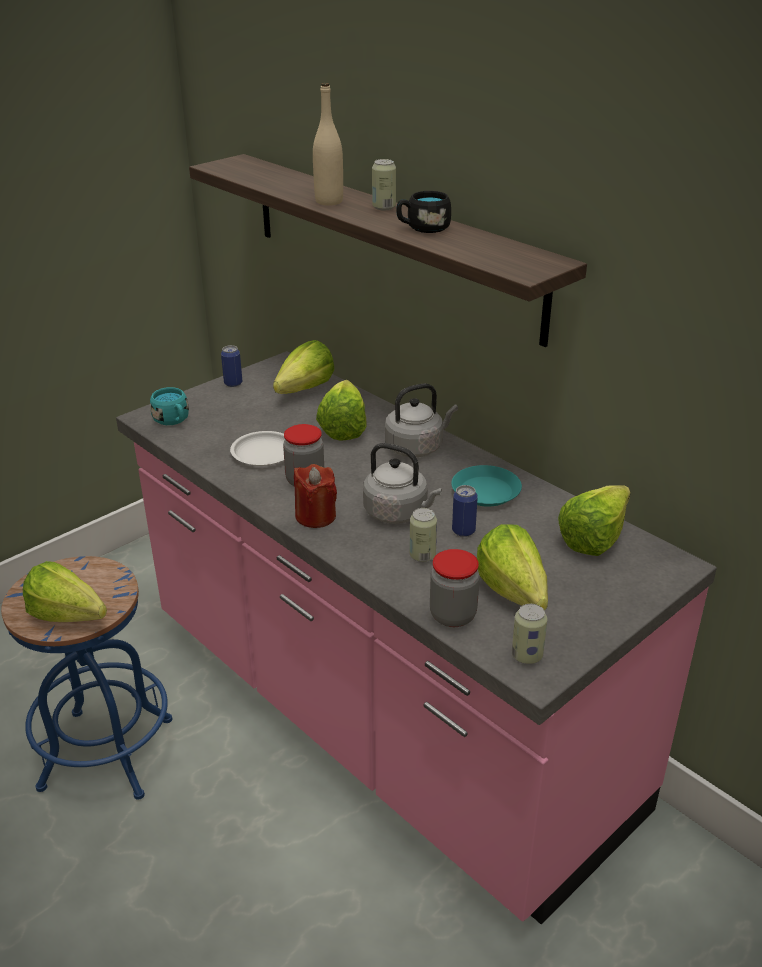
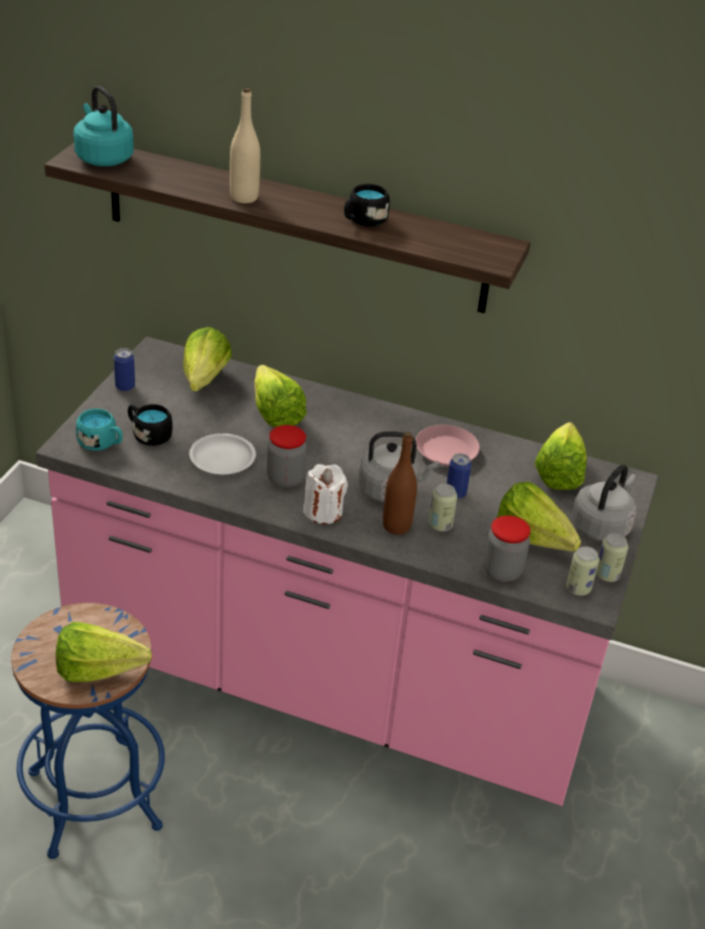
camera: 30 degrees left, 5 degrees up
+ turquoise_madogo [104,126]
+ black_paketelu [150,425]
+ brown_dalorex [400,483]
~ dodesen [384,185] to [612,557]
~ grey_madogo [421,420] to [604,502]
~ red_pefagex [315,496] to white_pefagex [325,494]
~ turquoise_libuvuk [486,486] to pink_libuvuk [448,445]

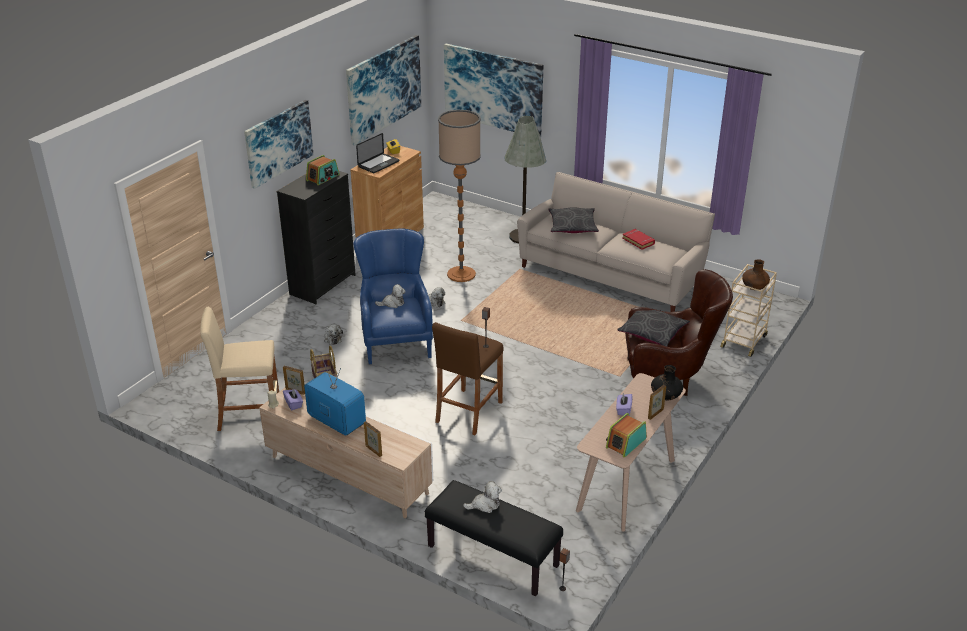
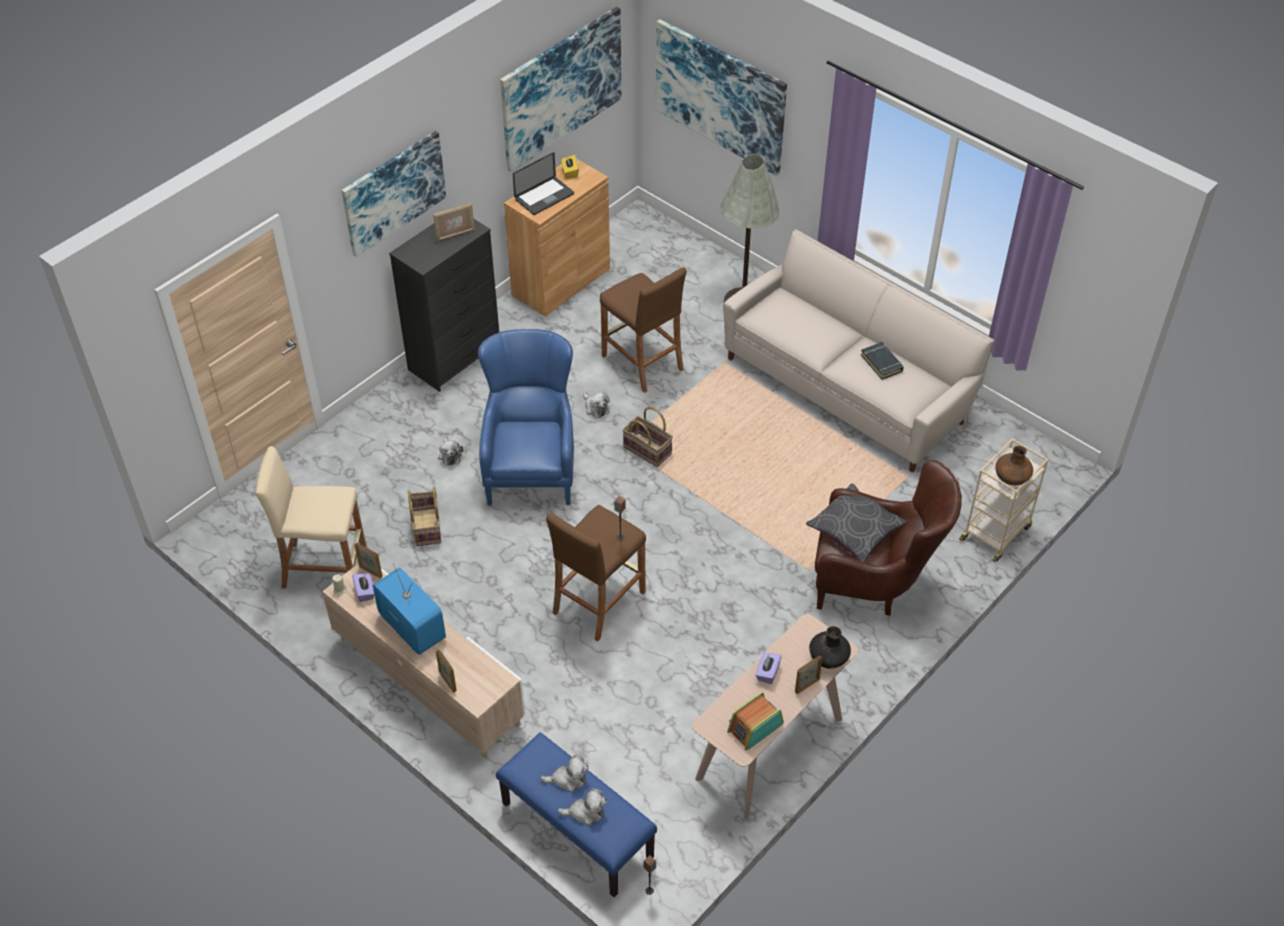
camera: 10 degrees right, 15 degrees up
- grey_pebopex [573,220]
+ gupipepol [647,437]
~ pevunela [390,296] to [582,807]
~ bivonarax [322,170] to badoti [454,222]
~ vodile [459,196] to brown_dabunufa [643,330]
~ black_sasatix [493,538] to blue_sasatix [576,814]
~ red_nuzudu [638,239] to black_nuzudu [882,361]

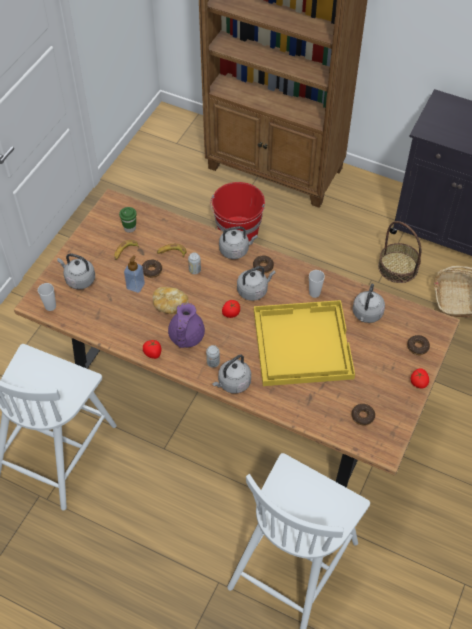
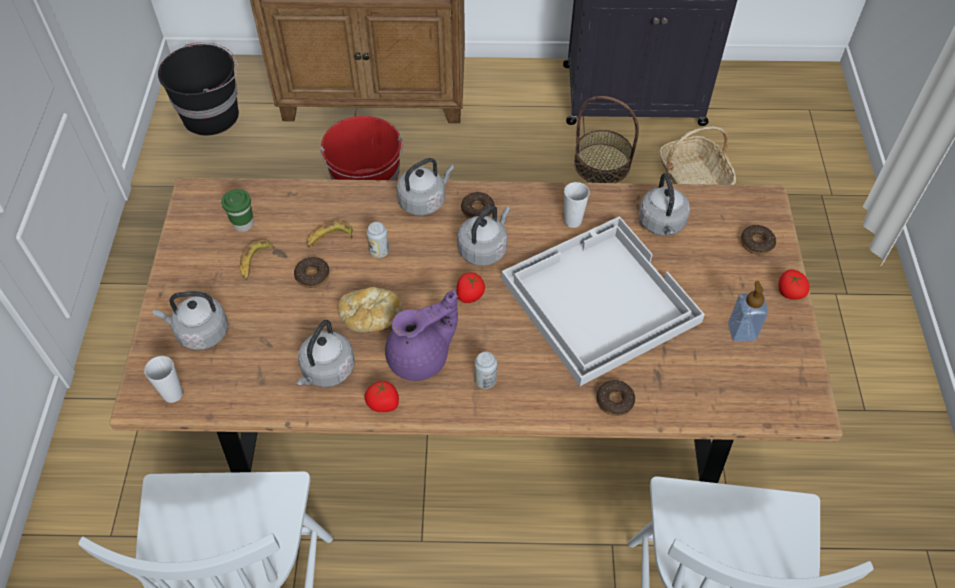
camera: 25 degrees left, 0 degrees up
+ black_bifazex [198,88]
~ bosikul [134,274] to [748,311]
~ grey_madogo [231,374] to [325,353]
~ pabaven [363,415] to [615,398]
~ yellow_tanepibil [304,343] to white_tanepibil [603,301]
~ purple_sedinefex [186,325] = [421,335] 105 degrees counterclockwise

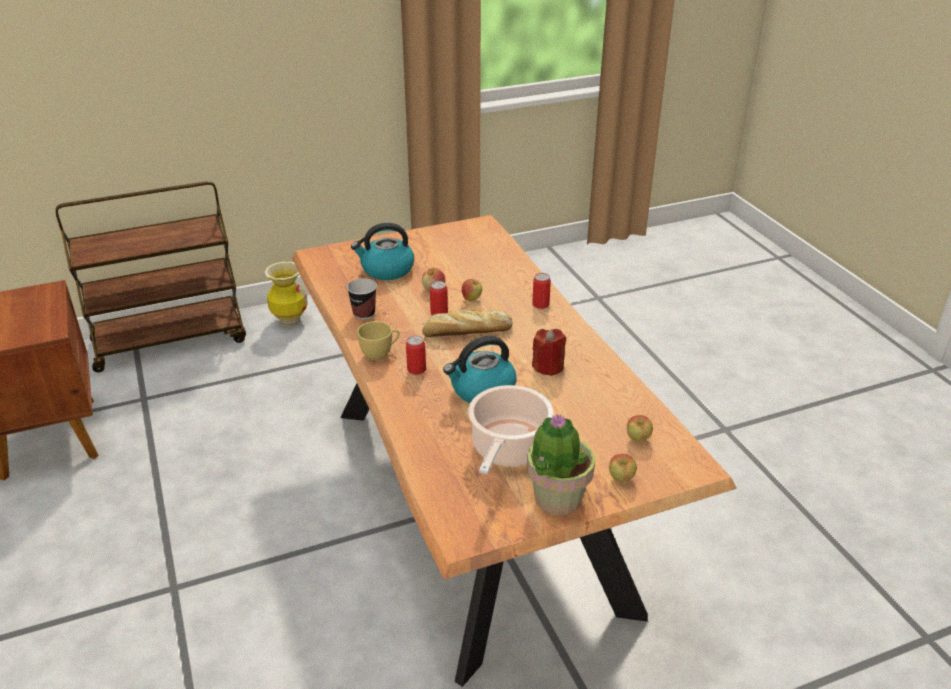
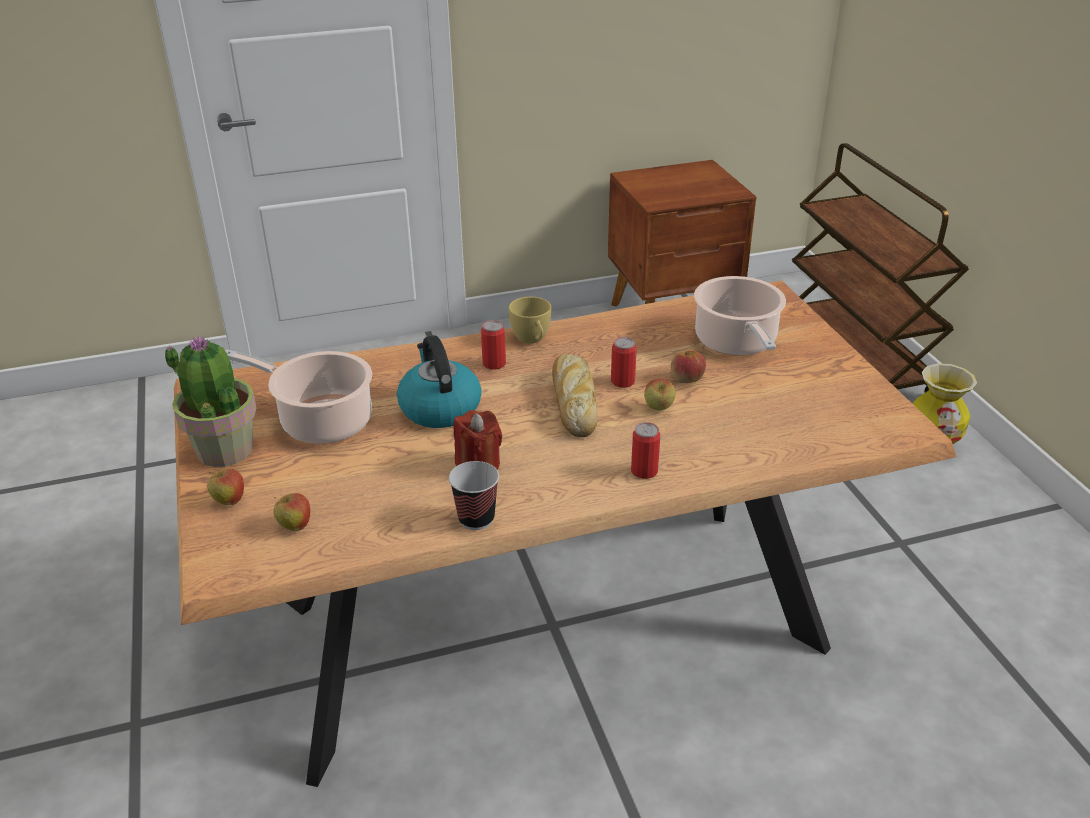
camera: 95 degrees right, 0 degrees up
~ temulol [362,299] to [474,495]
~ madogo [382,251] to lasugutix [740,316]

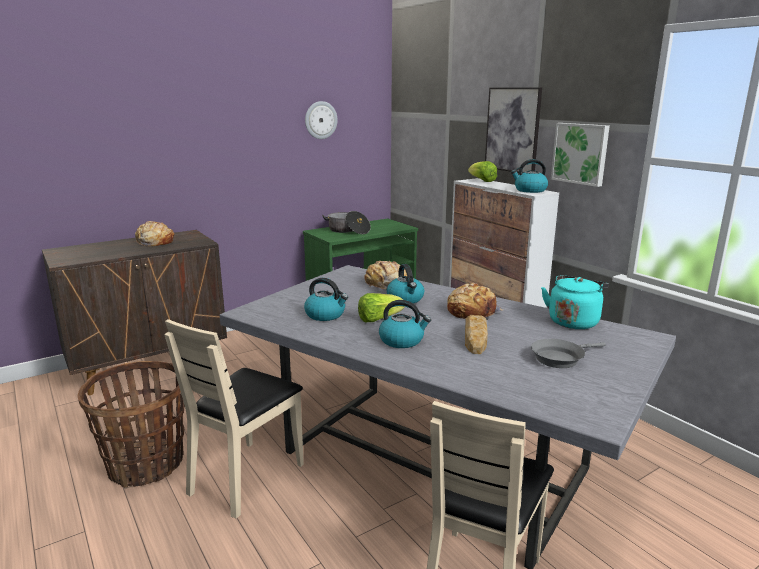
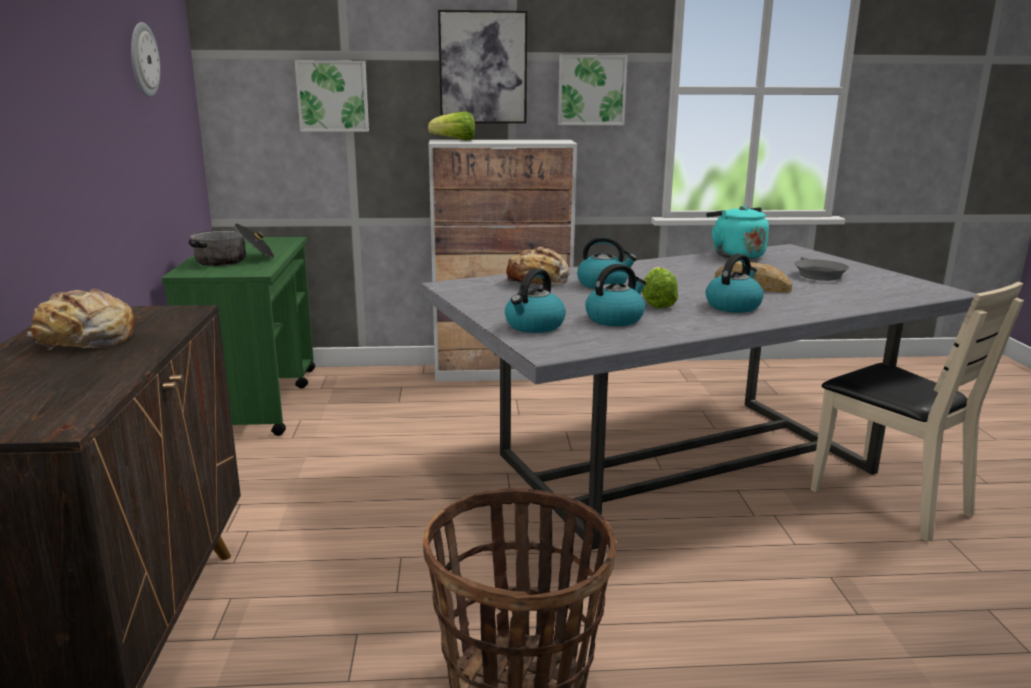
camera: 60 degrees left, 0 degrees up
- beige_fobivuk [234,419]
- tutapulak [475,301]
+ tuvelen [332,96]
~ madogo [529,176] to [535,300]

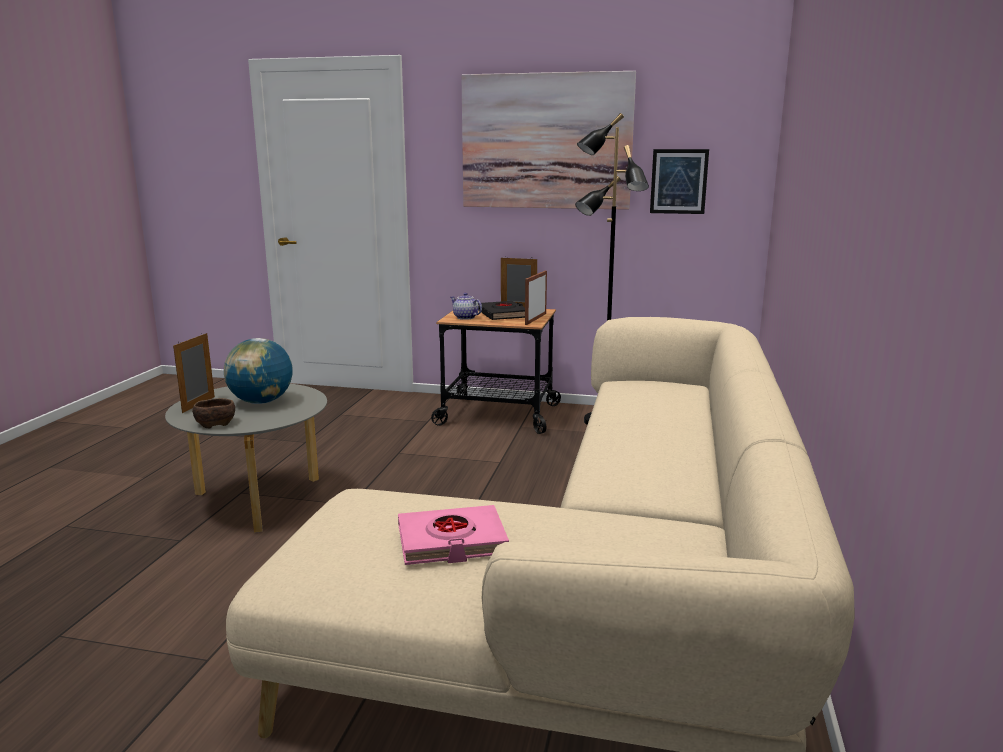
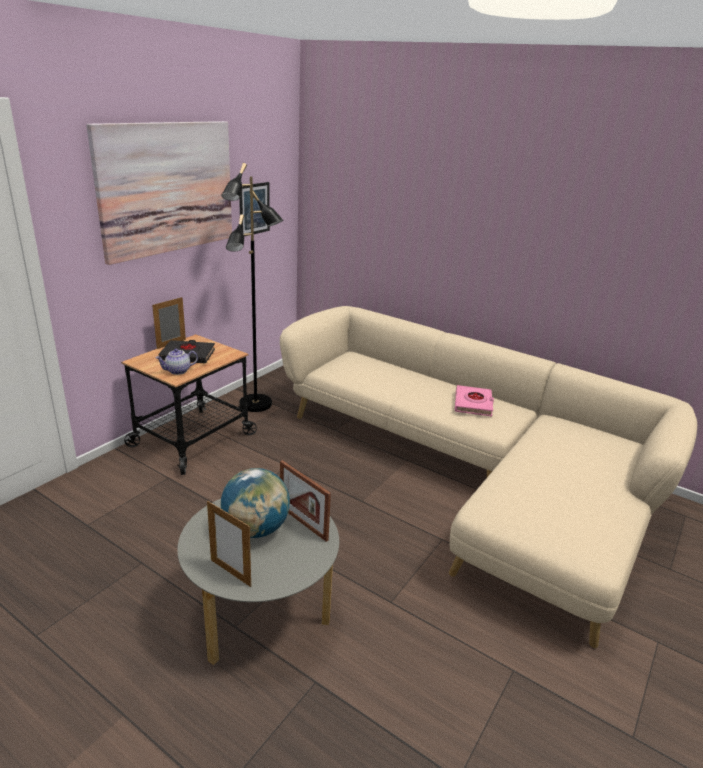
camera: 70 degrees left, 10 degrees up
- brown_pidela [213,413]
~ pink_nuzudu [453,535] to [474,401]
~ badoti [536,298] to [305,501]

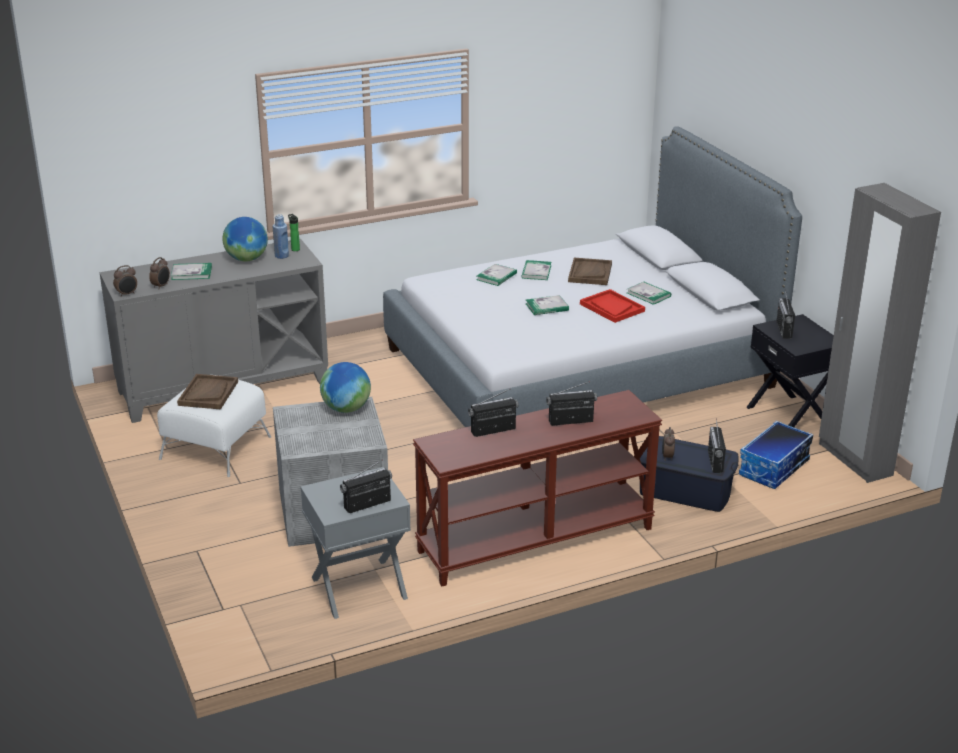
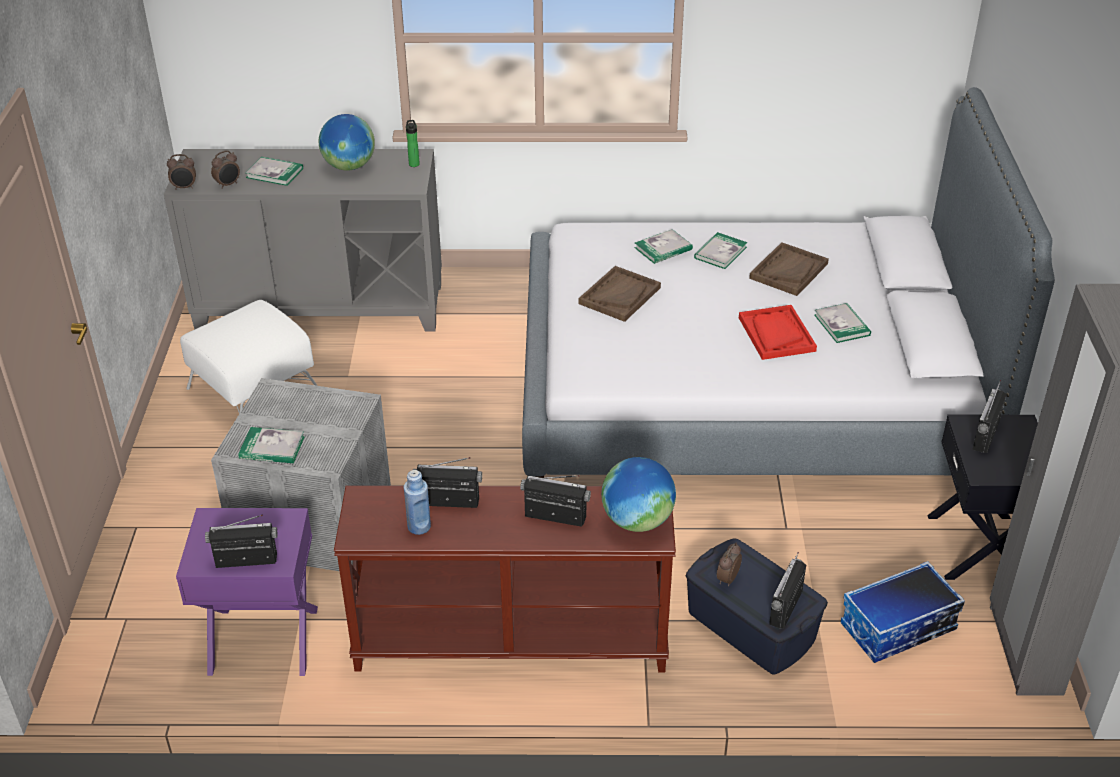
camera: 25 degrees right, 10 degrees up
~ brown_tanepibil [207,391] to [619,294]
~ blue_dalorex [281,236] to [417,502]
~ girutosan [345,387] to [638,494]
~ nuzudu [547,305] to [271,445]
~ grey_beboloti [356,543] to purple_beboloti [247,592]

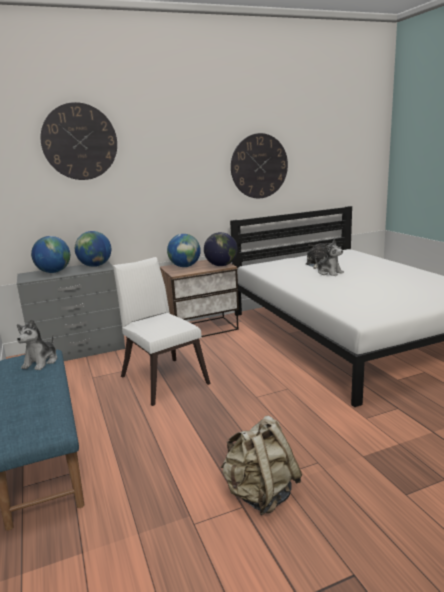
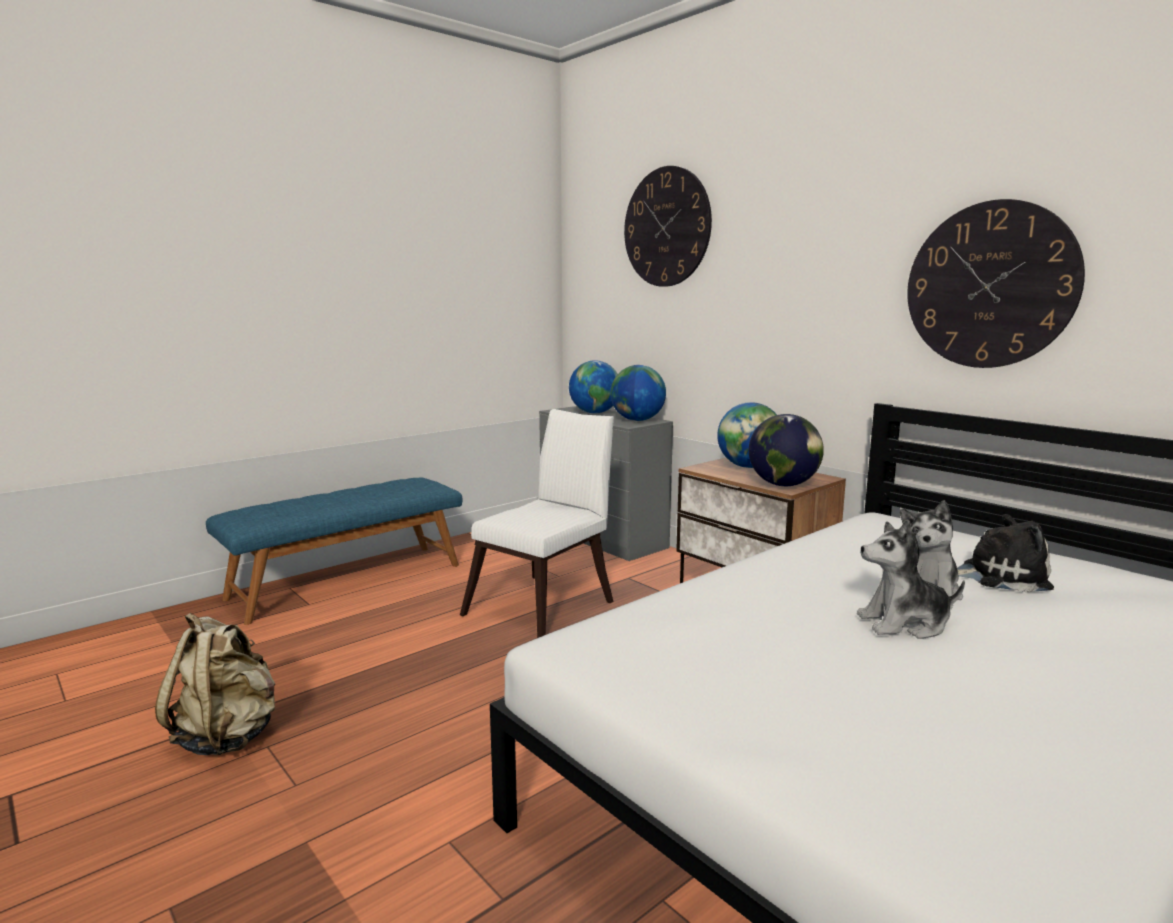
camera: 70 degrees right, 5 degrees down
~ pevunela [37,344] to [911,579]

